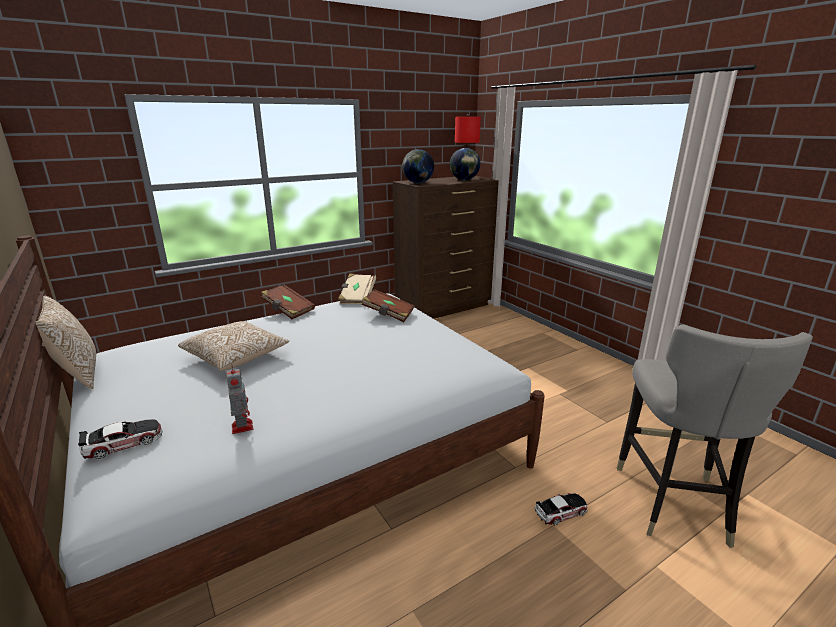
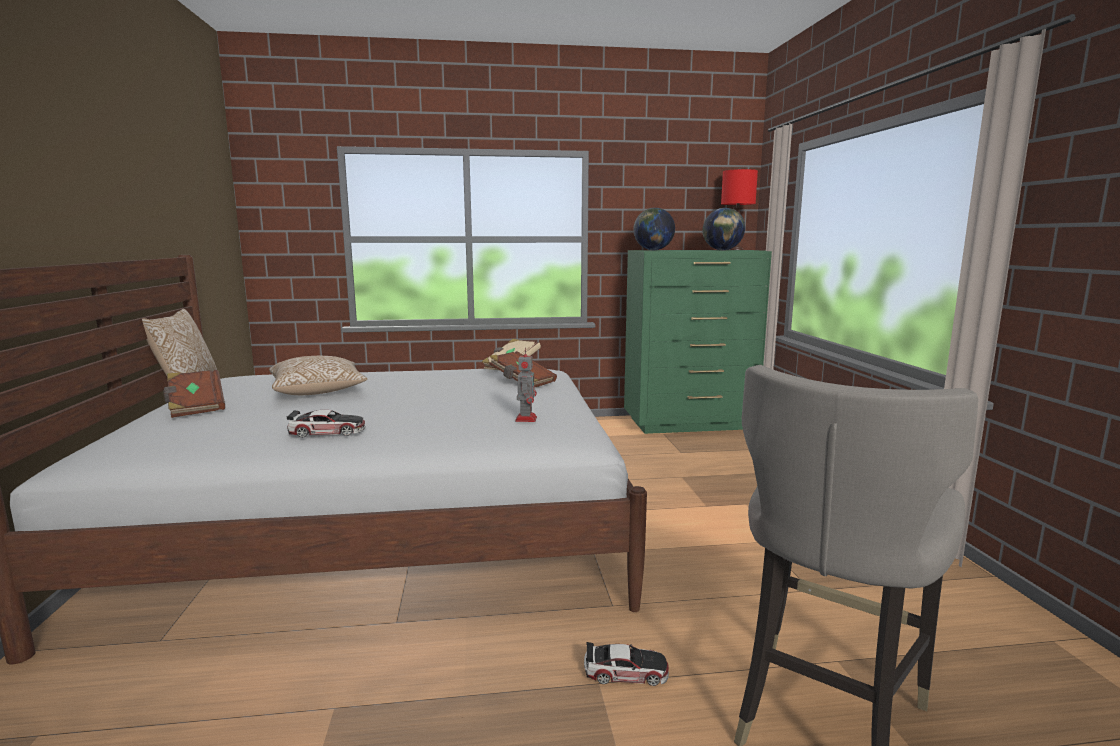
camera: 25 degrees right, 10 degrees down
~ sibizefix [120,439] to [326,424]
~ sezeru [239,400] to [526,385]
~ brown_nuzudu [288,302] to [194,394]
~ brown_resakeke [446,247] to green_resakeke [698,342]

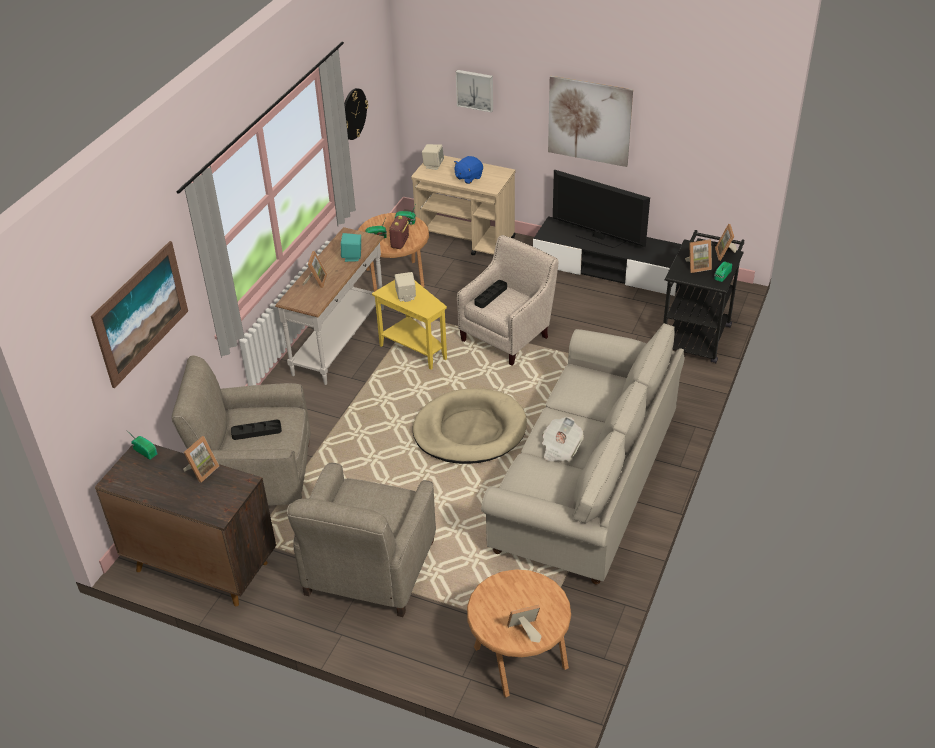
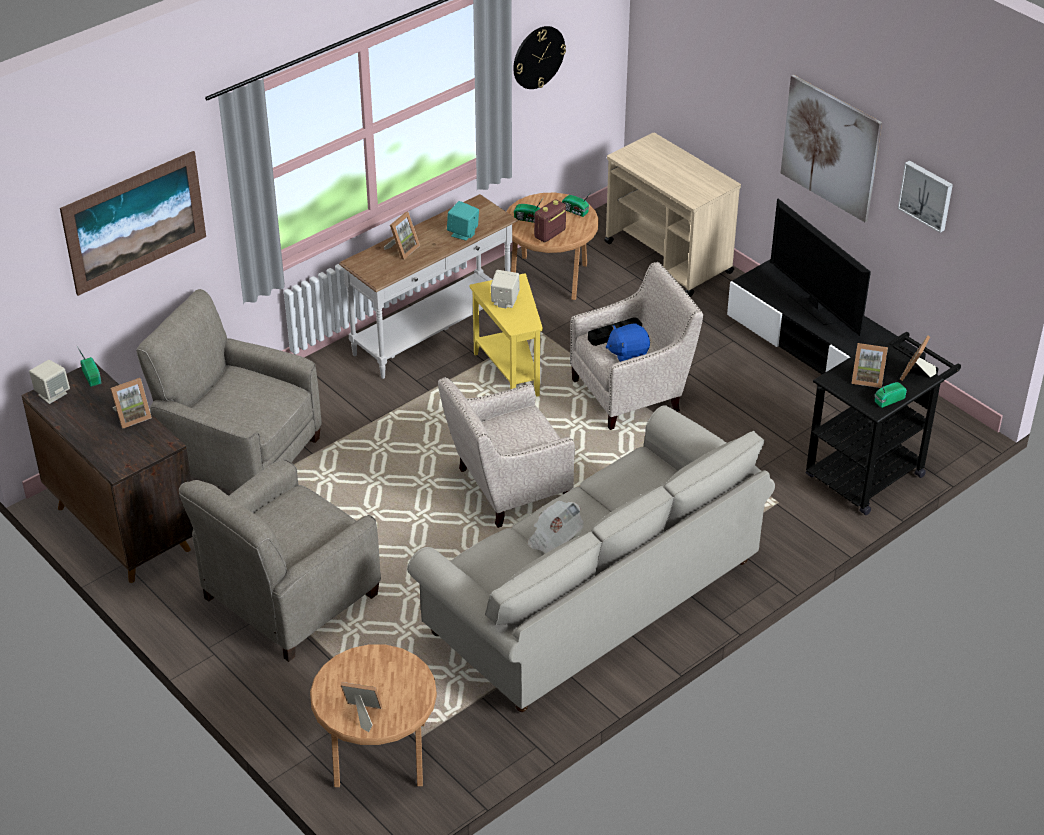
camera: 25 degrees right, 0 degrees up
- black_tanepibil [256,430]
~ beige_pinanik [433,157] to [49,382]
~ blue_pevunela [468,170] to [628,342]
~ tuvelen [474,91] to [925,196]
~ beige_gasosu [470,426] to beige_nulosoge [506,452]

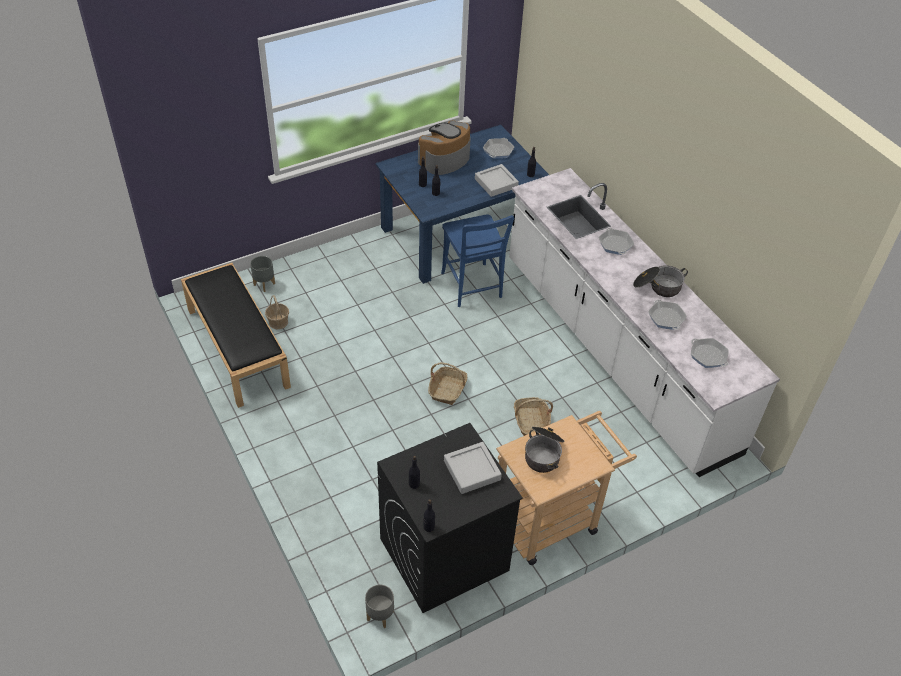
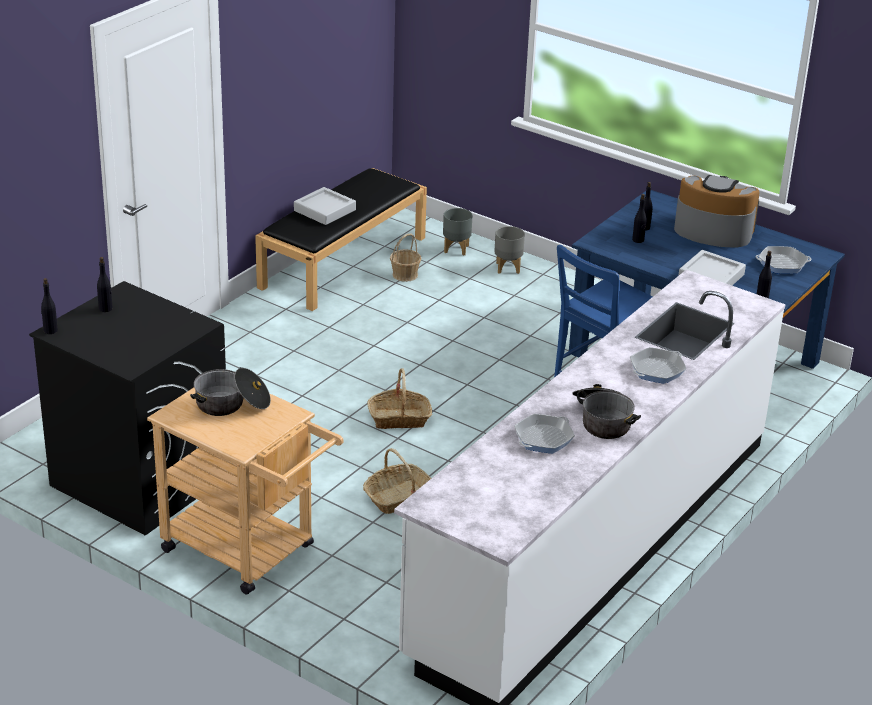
camera: 65 degrees right, 15 degrees down
- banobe [710,353]
~ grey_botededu [379,606] to [509,250]
~ grey_tanepibil [473,468] to [325,206]

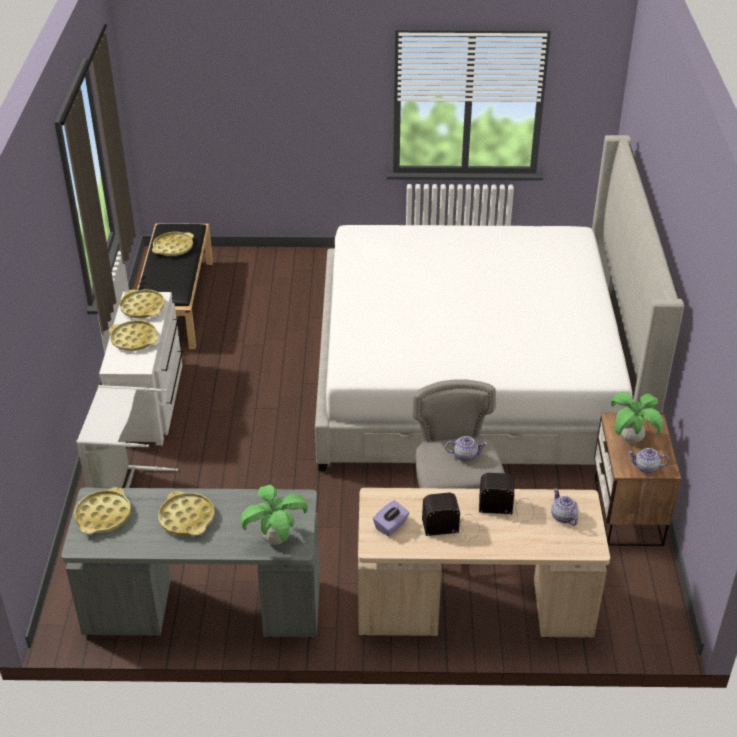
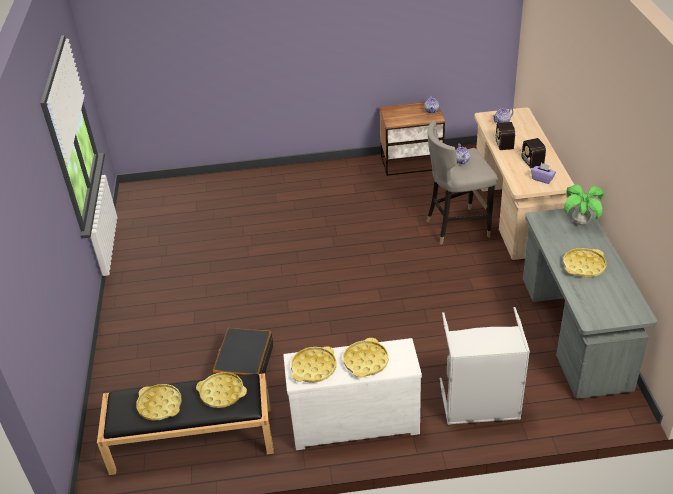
camera: 95 degrees left, 0 degrees up
- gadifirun [499,303]
- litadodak [637,417]
+ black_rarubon [242,352]
~ yellow_tanepibil [102,510] to [221,390]

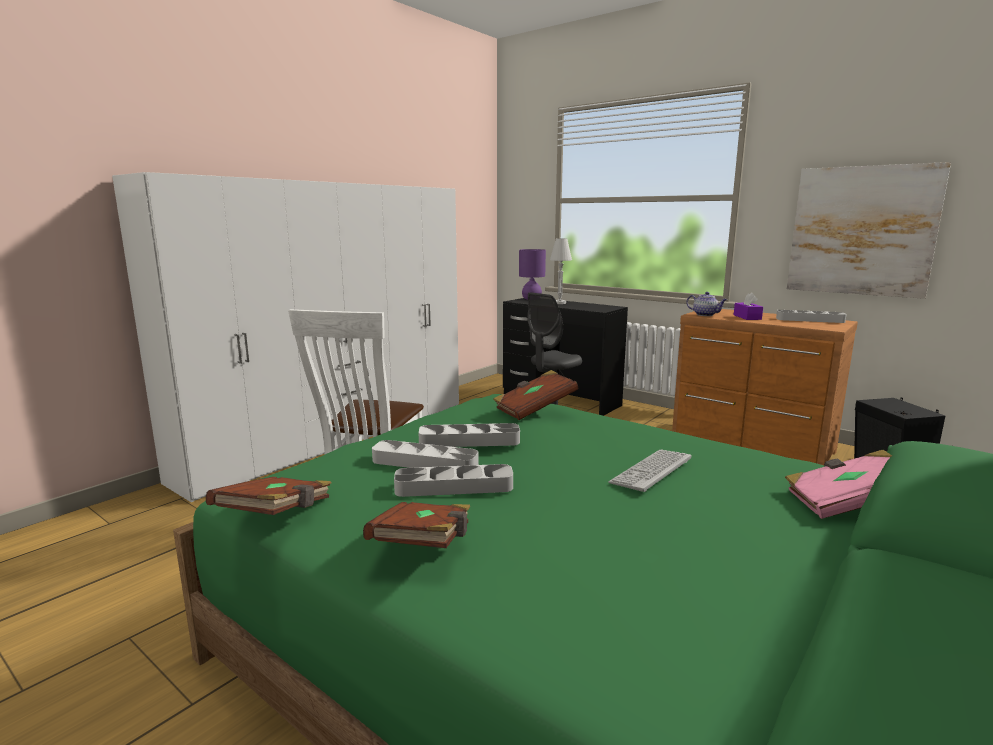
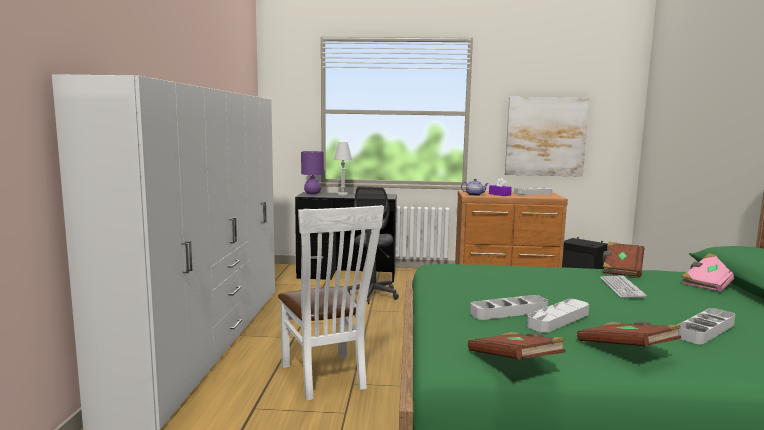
camera: 35 degrees left, 5 degrees down
~ grey_tanepibil [469,435] to [706,326]
~ brown_nuzudu [536,395] to [623,259]

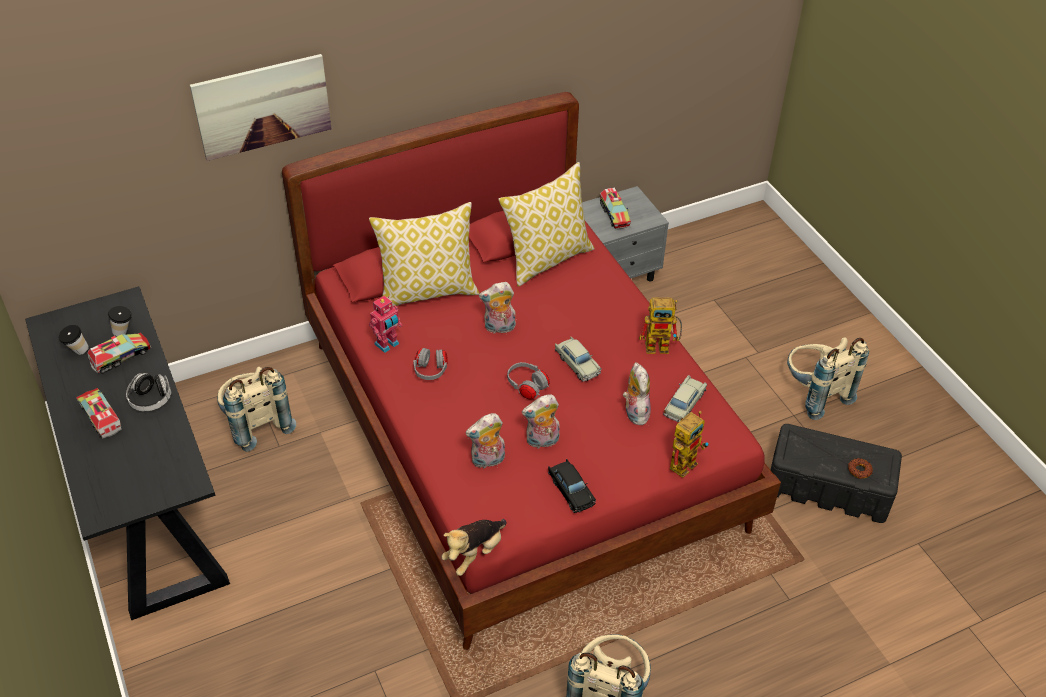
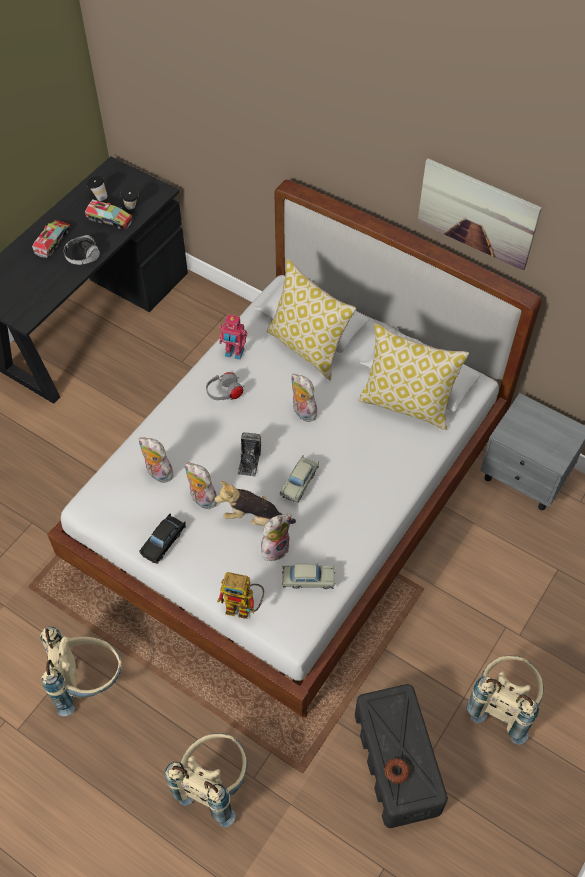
camera: 60 degrees right, 10 degrees up
- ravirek [615,208]
- sezeru [660,326]
~ tuvelen [260,107] to [479,214]
~ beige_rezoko [256,409] to [206,780]
~ pevunela [474,547] to [255,503]
~ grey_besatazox [528,381] to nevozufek [249,454]
~ red_gadifirun [531,371] to white_gadifirun [294,449]

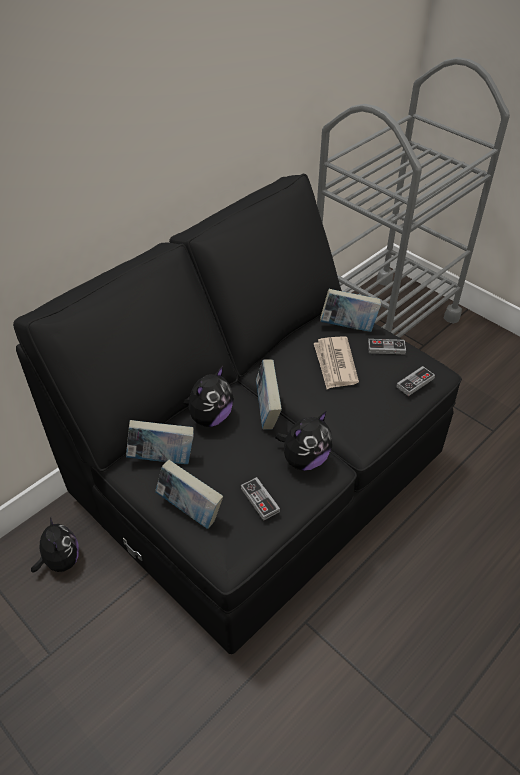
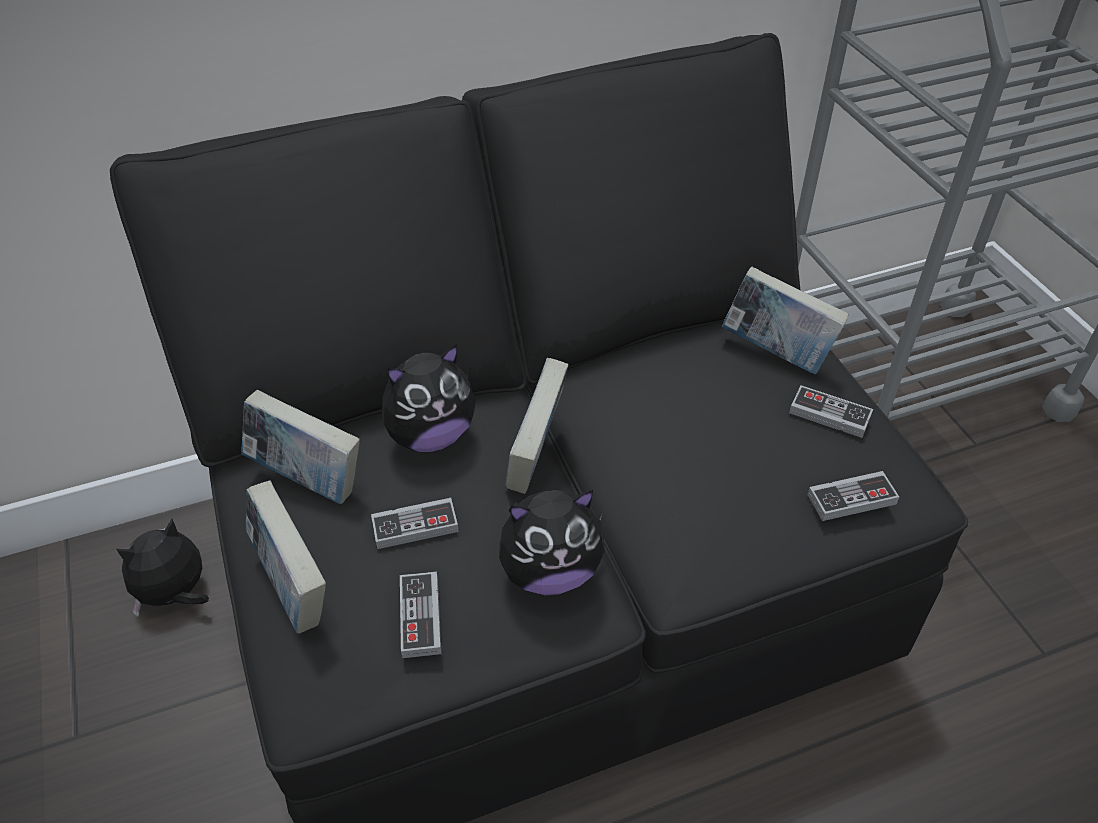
camera: 25 degrees right, 0 degrees up
- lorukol [336,362]
+ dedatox [415,523]
~ pevunela [55,545] = [163,568] 135 degrees counterclockwise

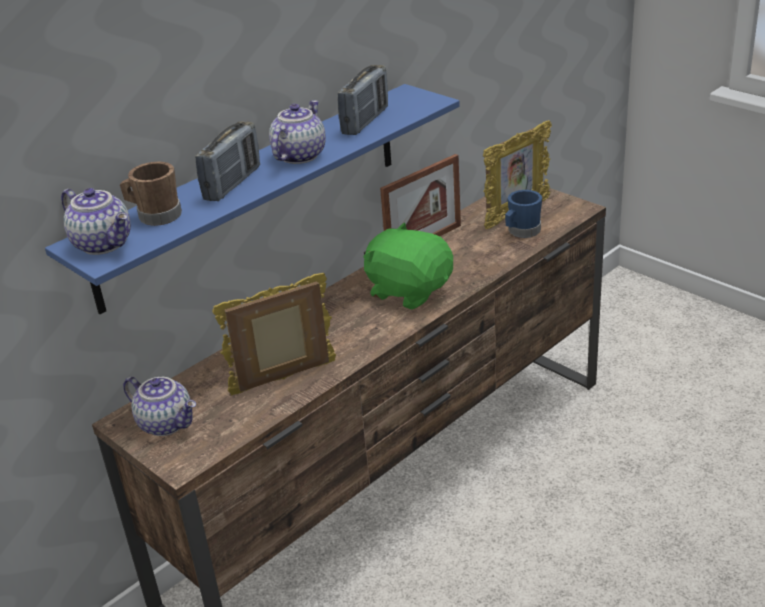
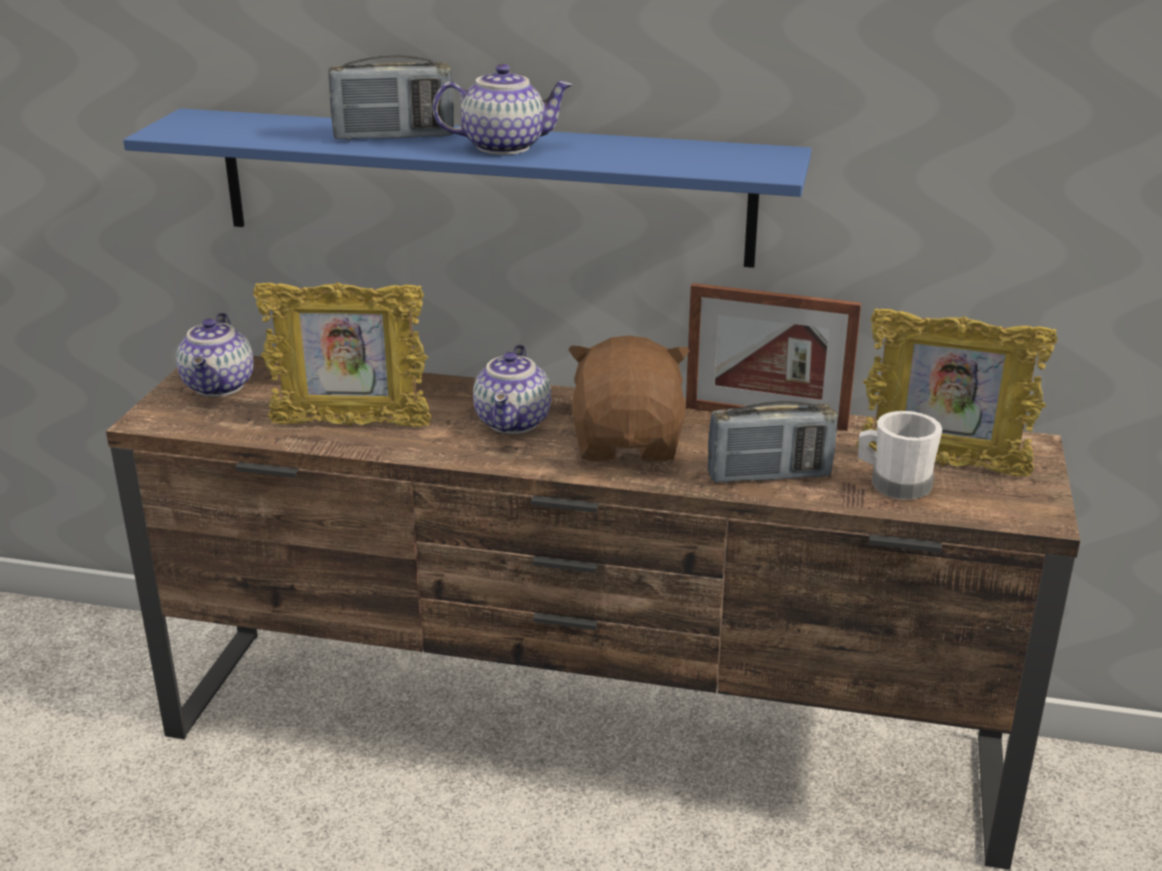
camera: 55 degrees right, 5 degrees down
- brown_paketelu [151,193]
~ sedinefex [96,221] to [512,389]
~ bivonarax [363,100] to [773,442]
~ green_pevunela [408,266] to brown_pevunela [628,399]
~ blue_paketelu [523,214] to white_paketelu [900,455]
~ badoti [274,334] = [342,354] 150 degrees clockwise

